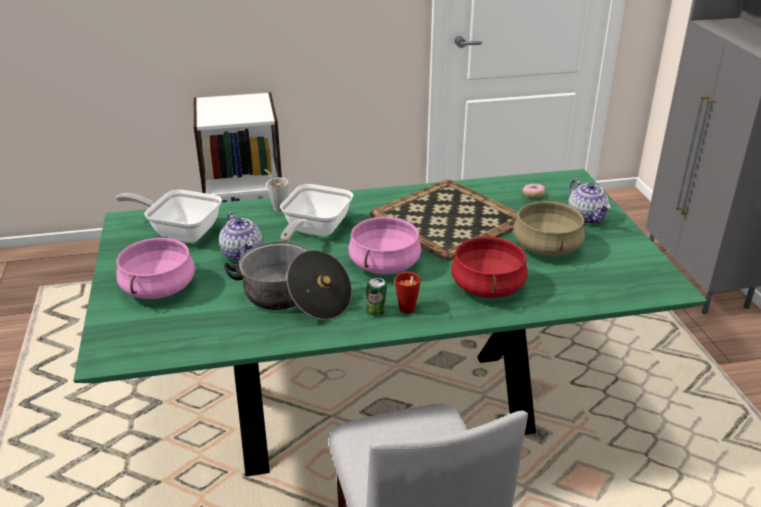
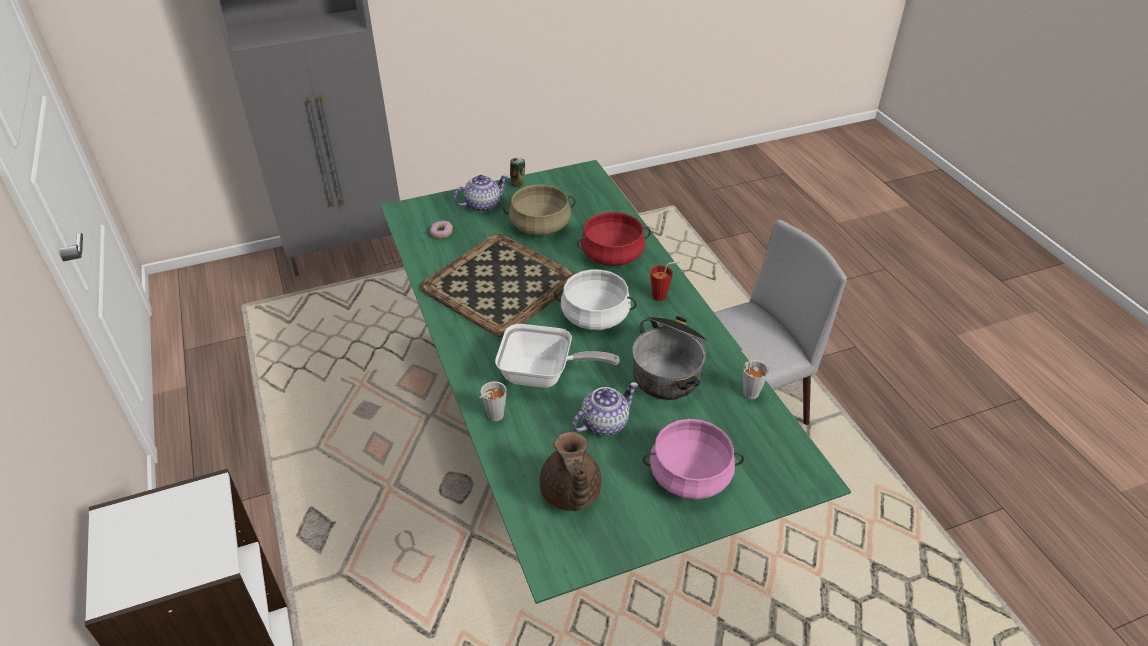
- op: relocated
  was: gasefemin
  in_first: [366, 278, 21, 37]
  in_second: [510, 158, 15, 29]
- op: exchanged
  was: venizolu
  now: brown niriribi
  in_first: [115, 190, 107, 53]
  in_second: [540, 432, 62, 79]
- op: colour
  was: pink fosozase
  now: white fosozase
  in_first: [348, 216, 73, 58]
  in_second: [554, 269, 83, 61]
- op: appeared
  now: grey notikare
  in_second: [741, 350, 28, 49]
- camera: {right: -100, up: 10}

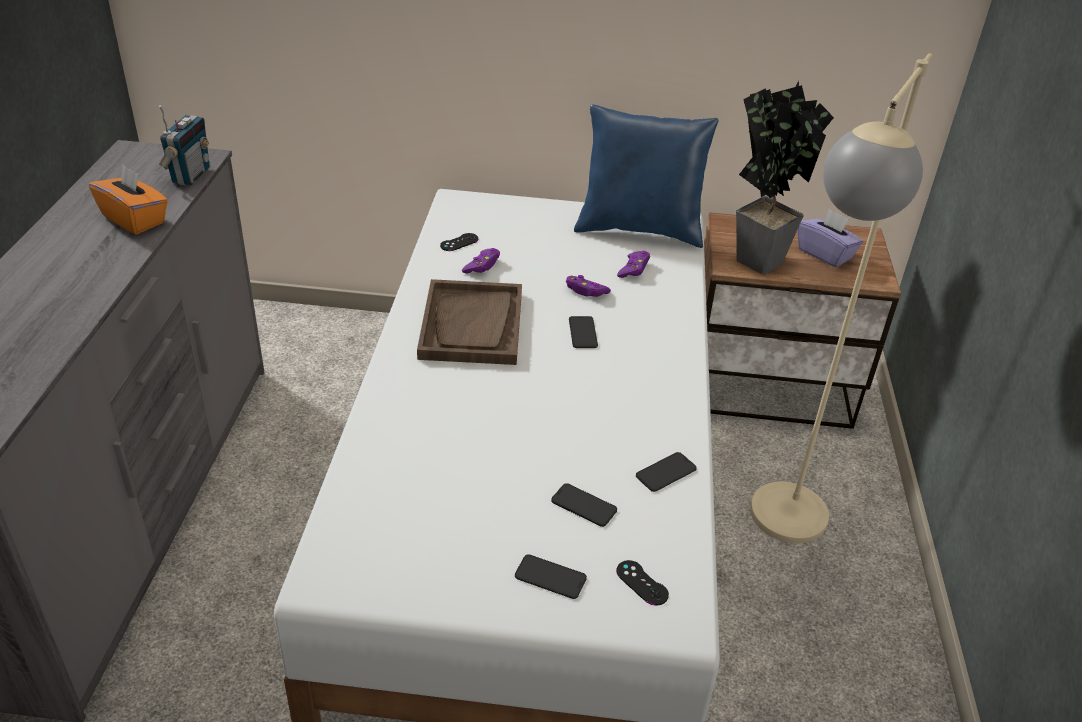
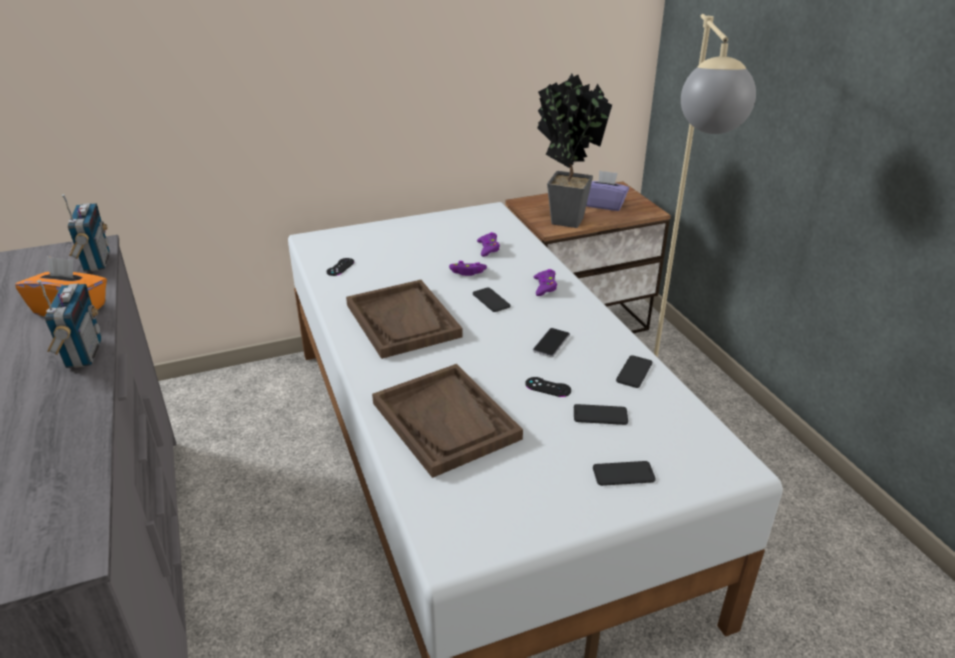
- op: appeared
  now: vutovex
  in_second: [37, 280, 64, 88]
- op: appeared
  now: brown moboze
  in_second: [372, 364, 151, 114]
- op: relocated
  was: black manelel
  in_first: [616, 560, 53, 46]
  in_second: [525, 377, 46, 20]
- op: appeared
  now: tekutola
  in_second: [533, 328, 37, 29]
- op: relocated
  was: purple manelel
  in_first: [462, 248, 38, 25]
  in_second: [534, 269, 23, 27]
- op: missing
  was: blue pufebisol
  in_first: [574, 104, 145, 144]
- camera: {right: -25, up: -5}

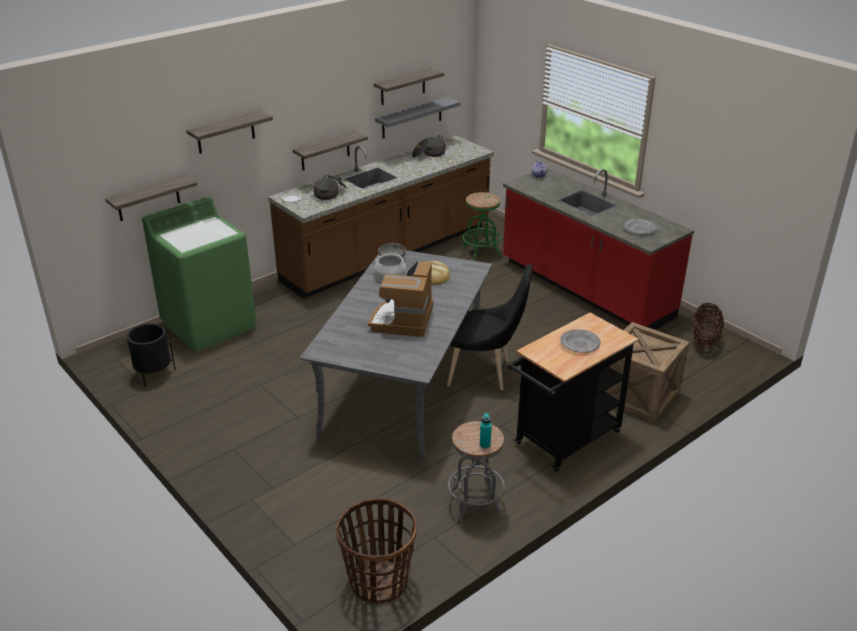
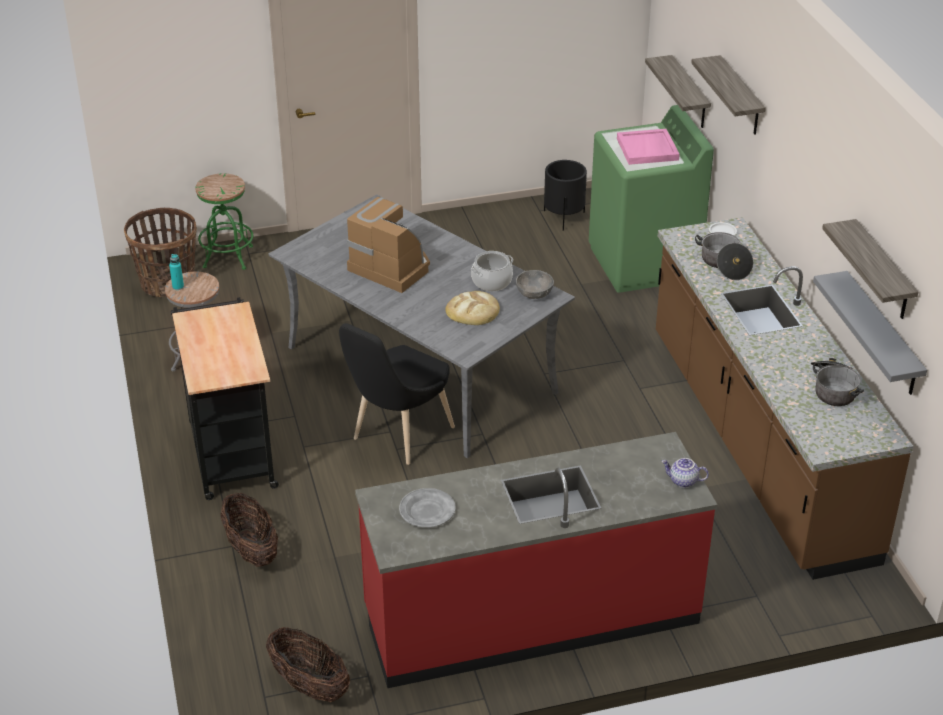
- op: relocated
  was: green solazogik
  in_first: [462, 192, 39, 69]
  in_second: [195, 173, 59, 97]
- op: exchanged
  was: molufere
  now: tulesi
  in_first: [605, 322, 84, 101]
  in_second: [221, 493, 57, 74]
- op: appeared
  now: pink moboze
  in_second: [617, 129, 63, 36]
- op: missing
  was: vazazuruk
  in_first: [293, 131, 75, 39]
- op: missing
  was: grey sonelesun
  in_first: [560, 329, 41, 24]
- camera: {right: 115, up: 5}

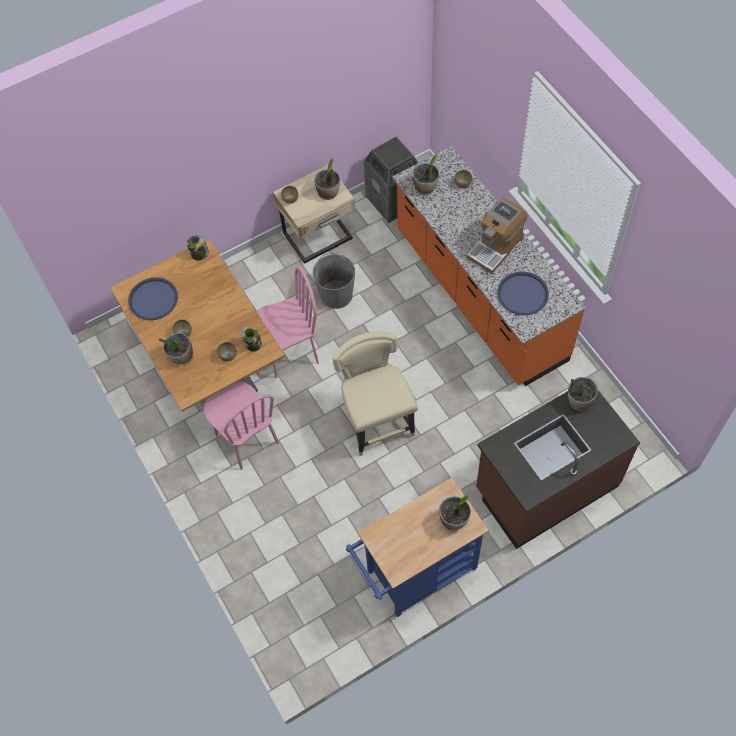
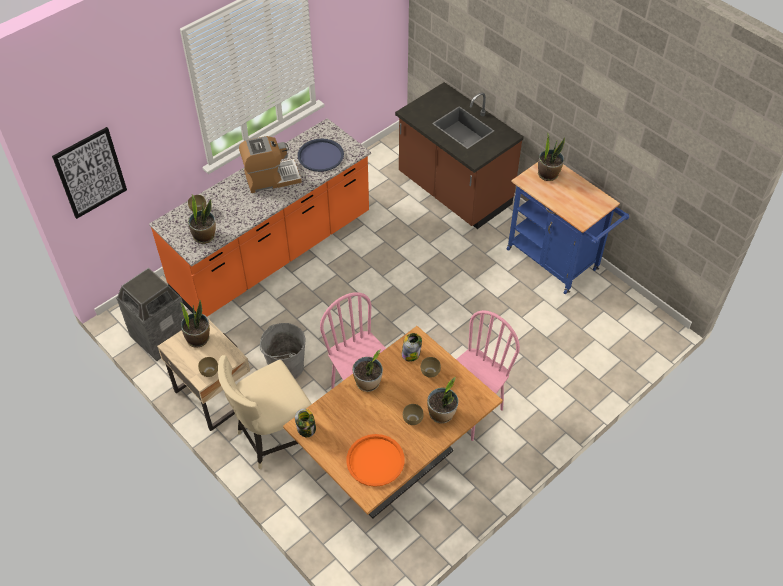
- op: appeared
  now: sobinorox
  in_second: [52, 127, 75, 92]
- op: relocated
  was: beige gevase
  in_first: [332, 332, 86, 124]
  in_second: [218, 355, 94, 114]
- op: spun
  was: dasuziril
  in_first: [466, 197, 62, 77]
  in_second: [239, 136, 63, 57]
  clockwise: -45
- op: colour
  was: blue moboze
  now: orange moboze
  in_first: [128, 277, 50, 43]
  in_second: [346, 434, 59, 53]
- op: relocated
  was: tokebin
  in_first: [568, 377, 30, 34]
  in_second: [352, 349, 31, 43]
- camera: {right: -105, up: -10}

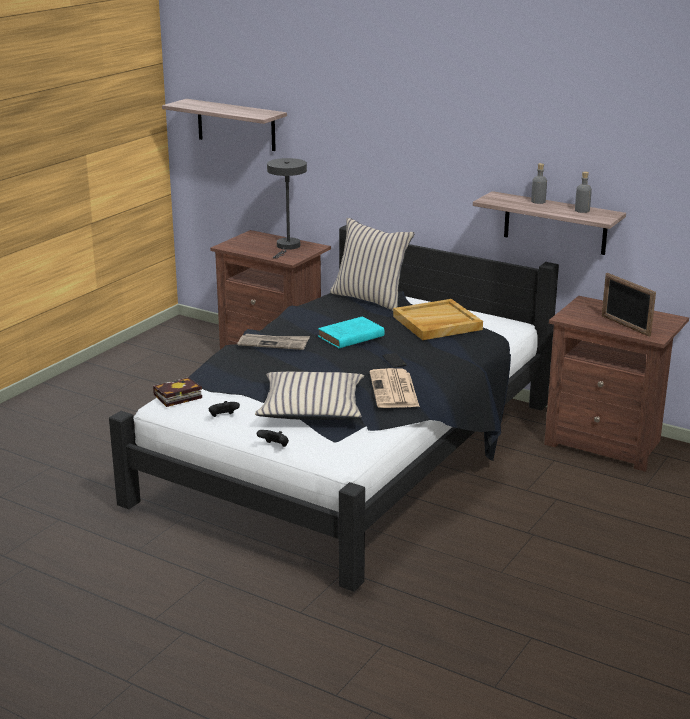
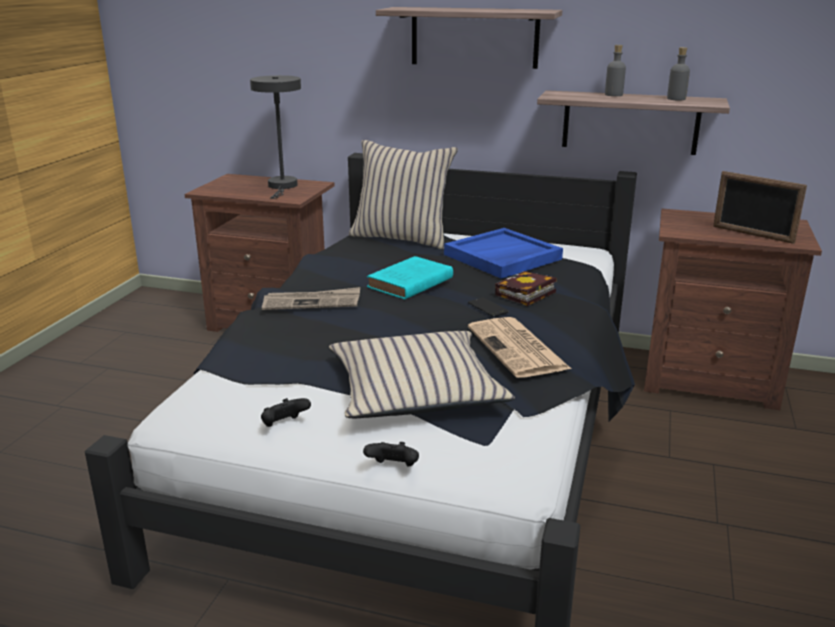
- op: relocated
  was: vazazuruk
  in_first: [162, 99, 125, 52]
  in_second: [376, 7, 186, 62]
- op: colour
  was: beige moboze
  now: blue moboze
  in_first: [393, 299, 90, 41]
  in_second: [444, 228, 119, 51]
- op: relocated
  was: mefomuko
  in_first: [153, 377, 49, 30]
  in_second: [495, 271, 61, 35]
- camera: {right: -15, up: 0}

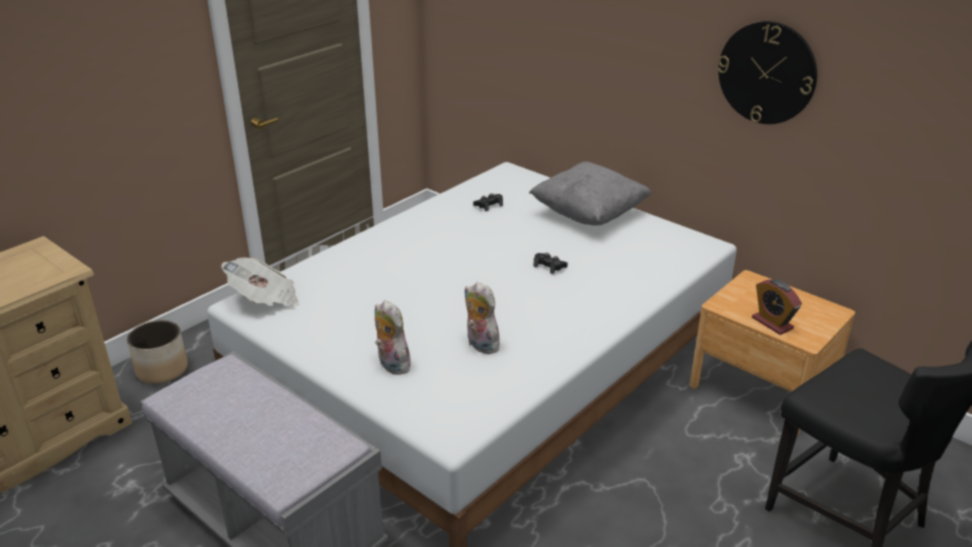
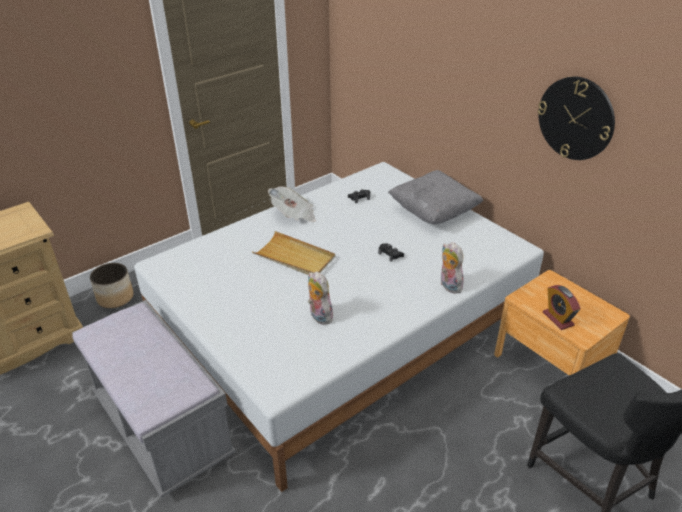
- op: appeared
  now: beige moboze
  in_second: [252, 231, 83, 44]
- op: relocated
  was: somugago
  in_first: [221, 258, 78, 48]
  in_second: [268, 186, 48, 36]
- op: relocated
  was: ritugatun
  in_first: [375, 300, 36, 75]
  in_second: [441, 242, 22, 52]
- camera: {right: 10, up: 5}

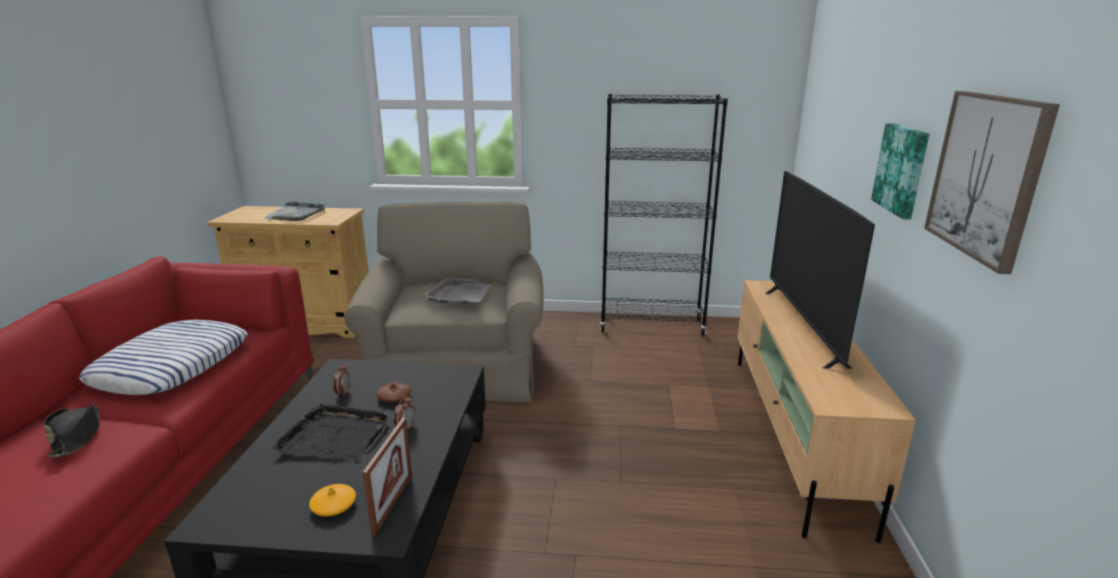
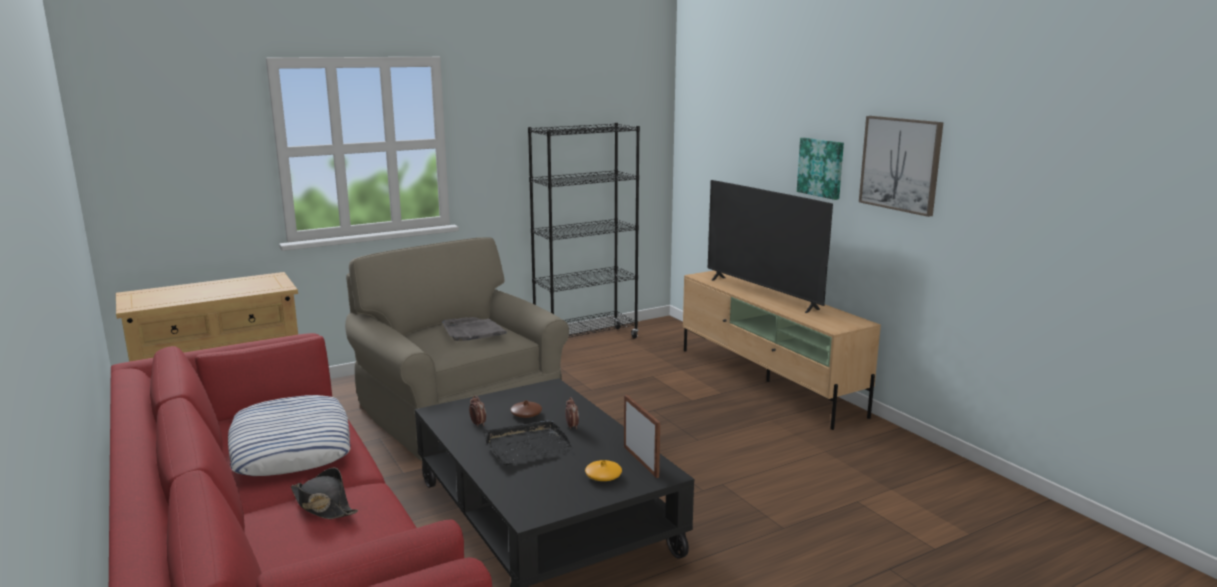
- op: missing
  was: grey moboze
  in_first: [263, 201, 64, 20]
- camera: {right: -35, up: -5}

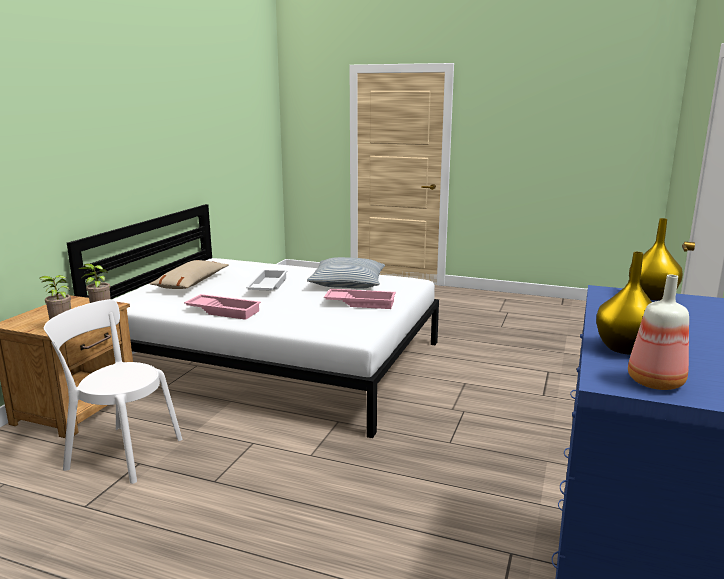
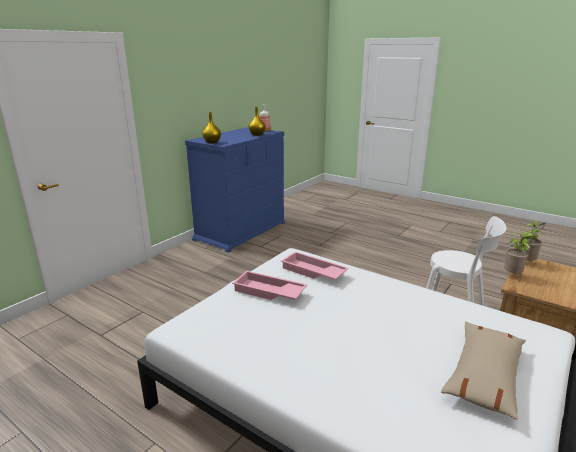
- op: relocated
  was: pink moboze
  in_first: [184, 294, 77, 26]
  in_second: [281, 251, 68, 29]
- op: missing
  was: white moboze
  in_first: [246, 270, 42, 21]
- op: missing
  was: pufebisol
  in_first: [307, 257, 78, 32]
- camera: {right: -165, up: 5}

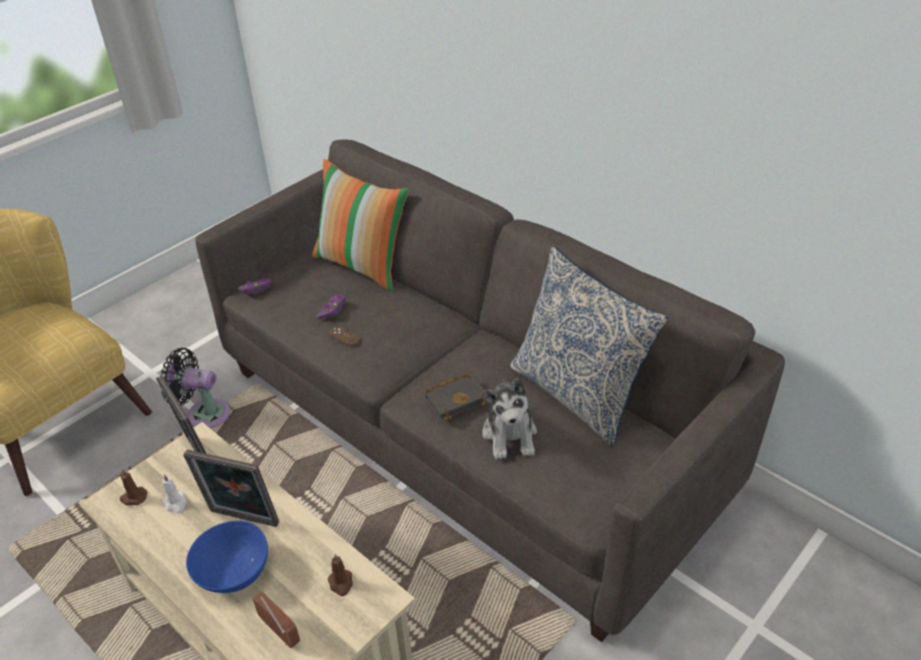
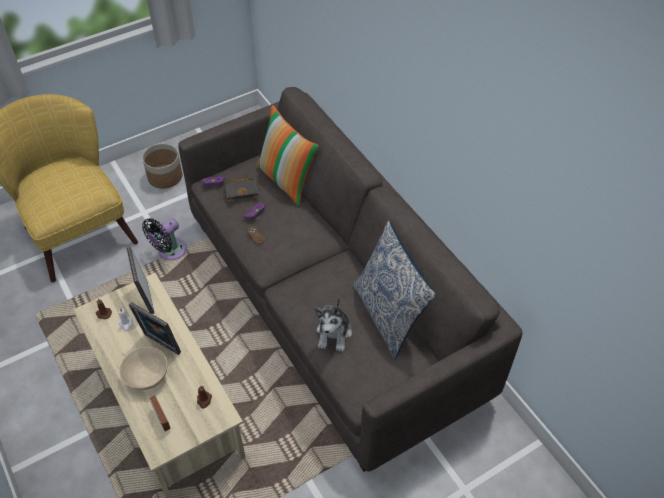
- op: colour
  was: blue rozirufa
  now: beige rozirufa
  in_first: [186, 521, 82, 72]
  in_second: [120, 347, 48, 43]
- op: appeared
  now: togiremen
  in_second: [142, 143, 41, 46]
- op: spun
  was: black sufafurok
  in_first: [160, 348, 70, 81]
  in_second: [142, 218, 45, 42]
  clockwise: -75
- op: relocated
  was: black mefomuko
  in_first: [425, 374, 64, 48]
  in_second: [225, 178, 34, 24]
- camera: {right: 15, up: 10}

